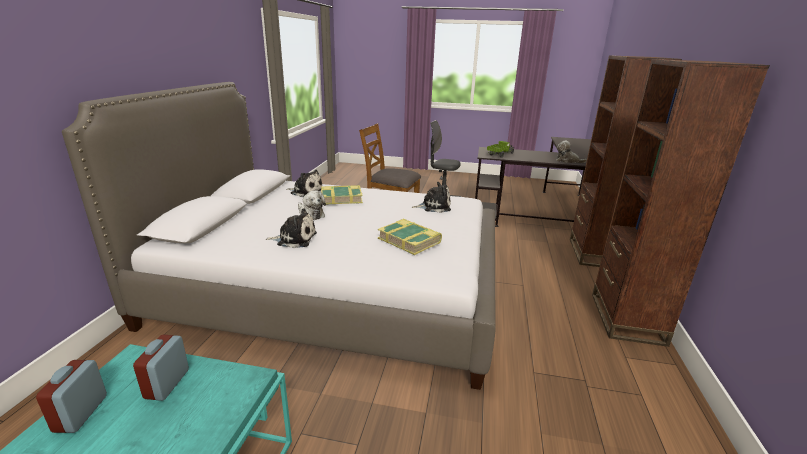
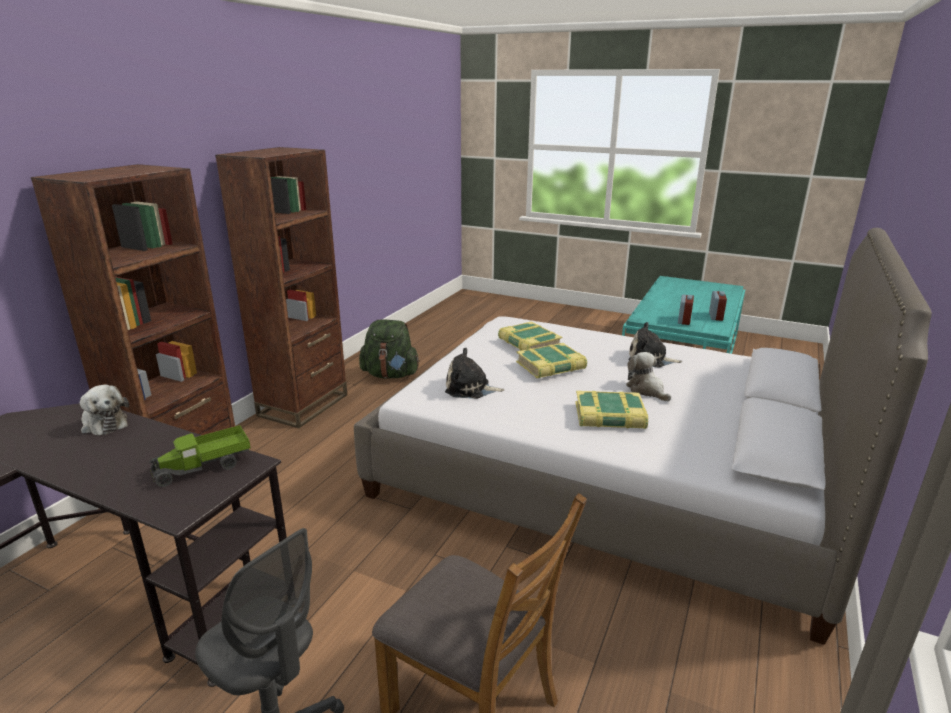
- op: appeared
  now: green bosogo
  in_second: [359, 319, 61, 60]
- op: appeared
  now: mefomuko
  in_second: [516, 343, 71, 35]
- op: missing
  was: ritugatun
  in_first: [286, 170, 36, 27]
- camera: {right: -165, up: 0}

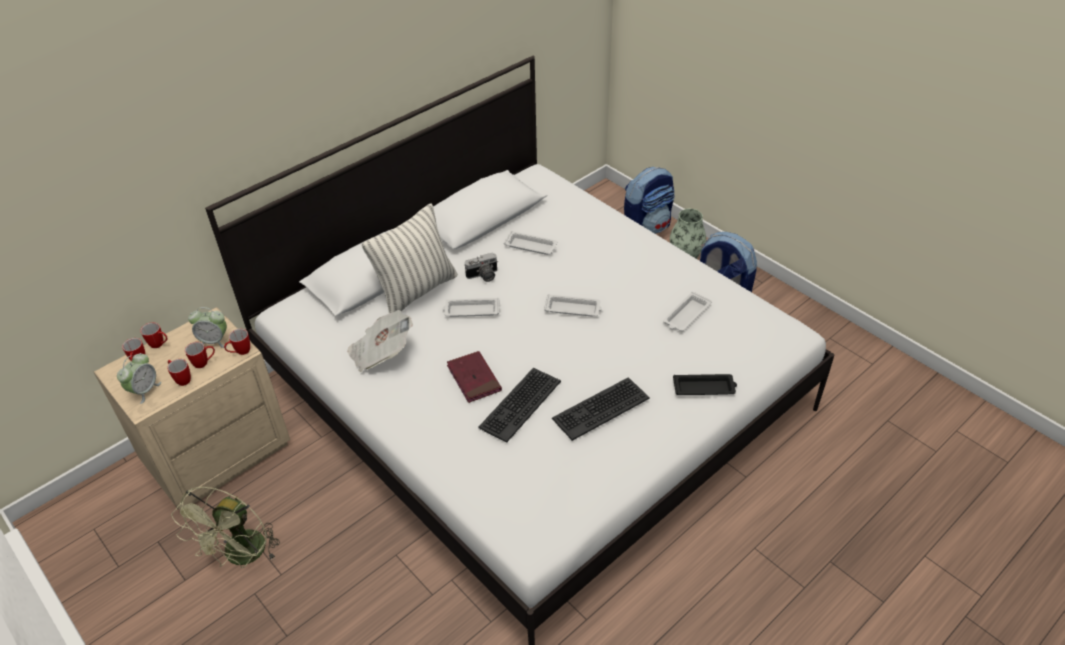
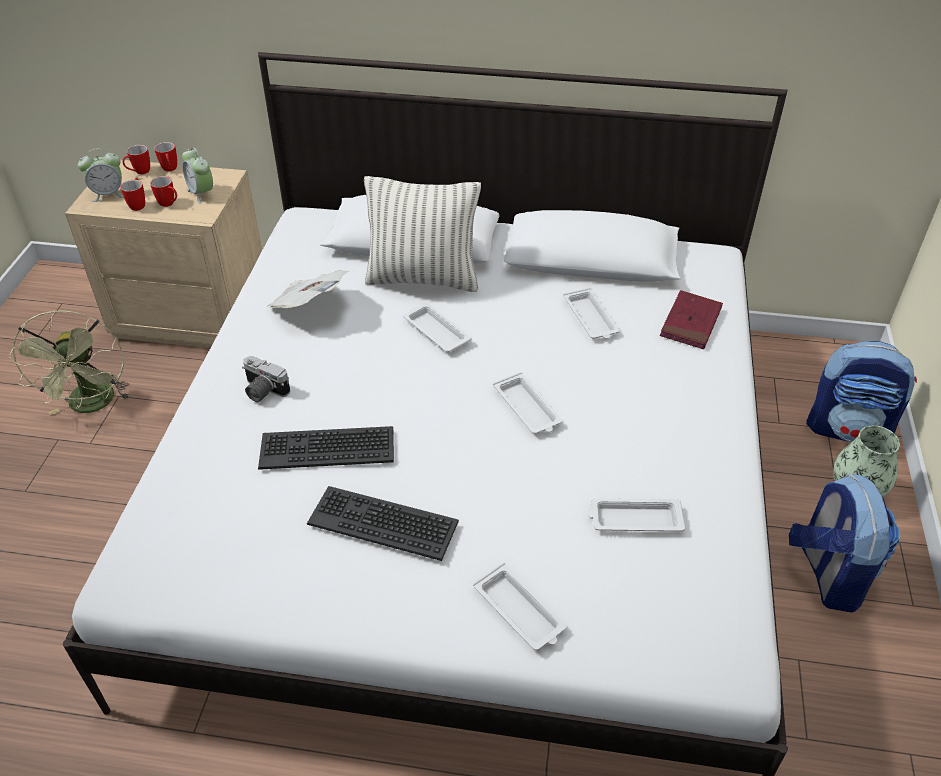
- op: spun
  was: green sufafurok
  in_first: [171, 487, 109, 81]
  in_second: [8, 310, 123, 105]
  clockwise: -75
- op: relocated
  was: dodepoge
  in_first: [465, 253, 33, 29]
  in_second: [242, 356, 48, 46]
- op: colour
  was: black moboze
  now: white moboze
  in_first: [673, 374, 64, 21]
  in_second: [473, 562, 93, 88]
- op: relocated
  was: red mefomuko
  in_first: [447, 351, 55, 52]
  in_second: [660, 290, 63, 59]
- op: missing
  was: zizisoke
  in_first: [224, 329, 26, 26]
- camera: {right: 50, up: 0}

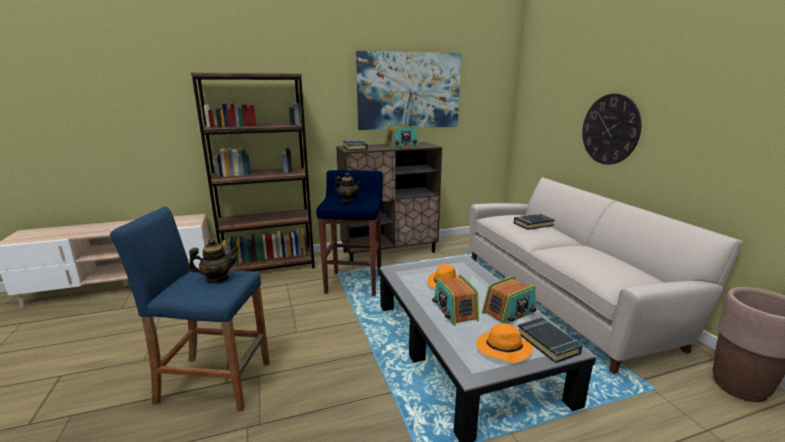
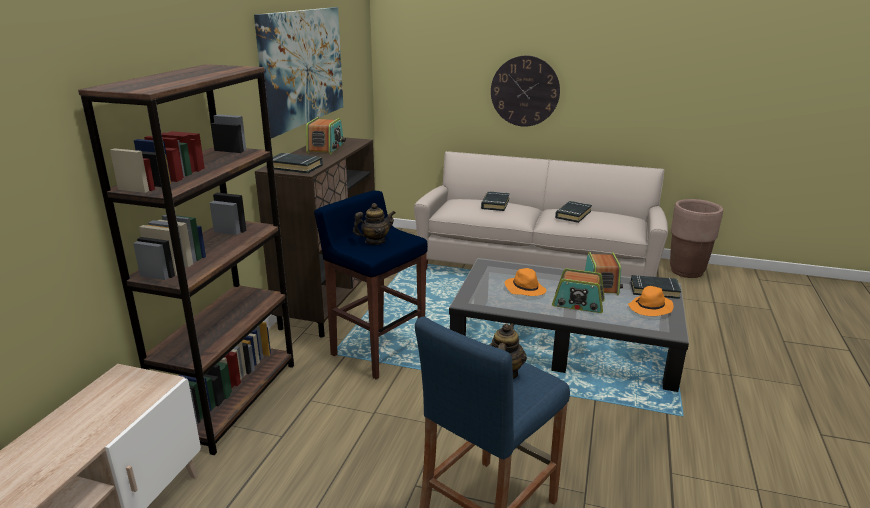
- op: appeared
  now: black mefomuko
  in_second: [555, 201, 37, 22]
- camera: {right: -55, up: 5}

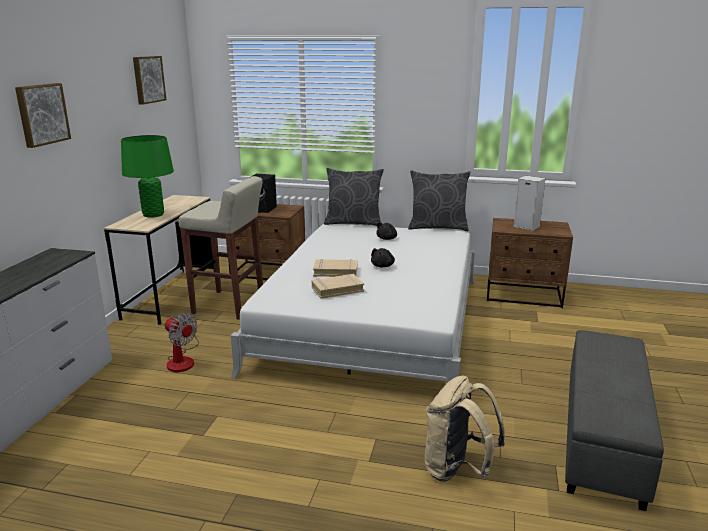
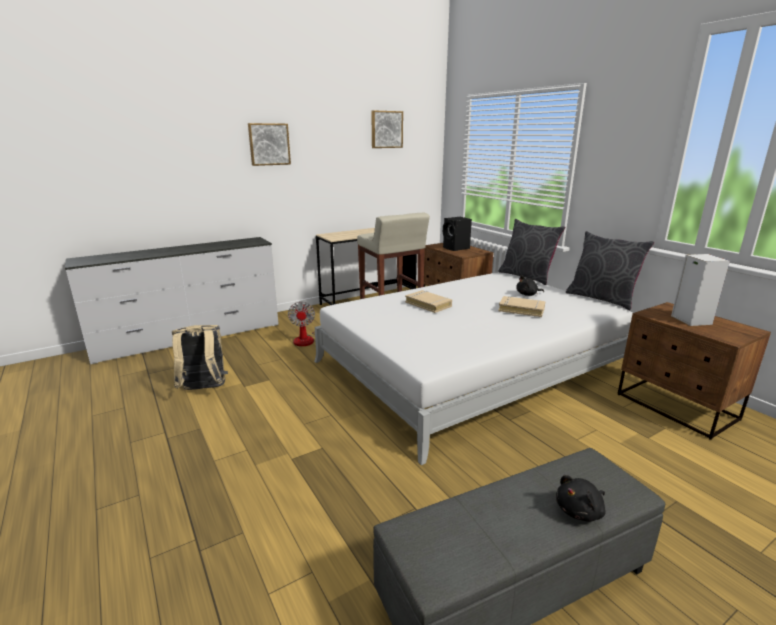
- op: relocated
  was: beige bosogo
  in_first: [425, 376, 80, 106]
  in_second: [172, 325, 56, 65]
- op: relocated
  was: beige mefomuko
  in_first: [312, 274, 52, 25]
  in_second: [498, 296, 47, 21]
- op: relocated
  was: black ritugatun
  in_first: [371, 248, 24, 19]
  in_second: [556, 475, 50, 47]
- op: missing
  was: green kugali
  in_first: [121, 135, 53, 83]
- camera: {right: 45, up: 0}

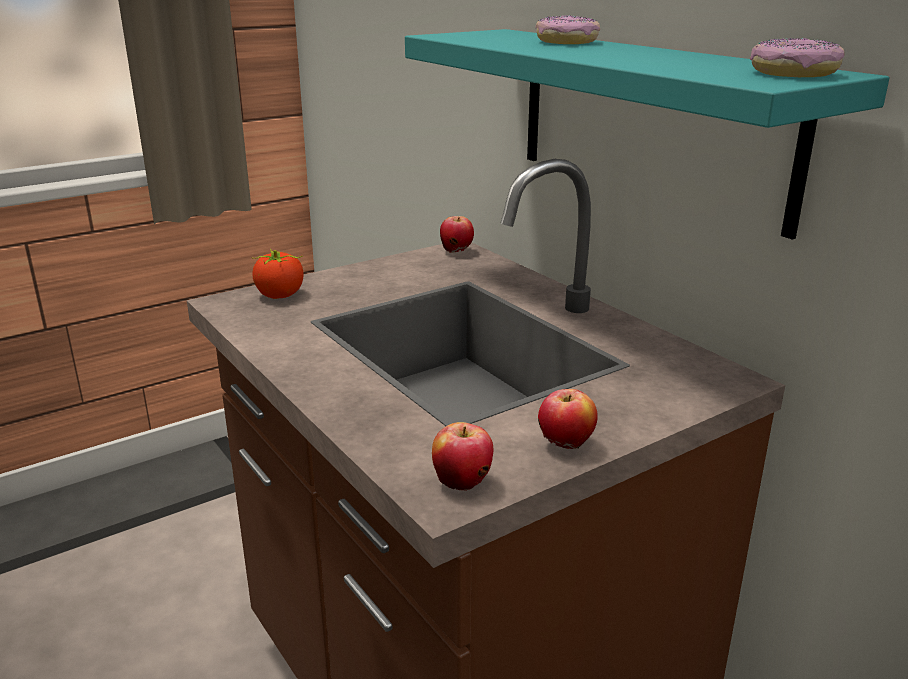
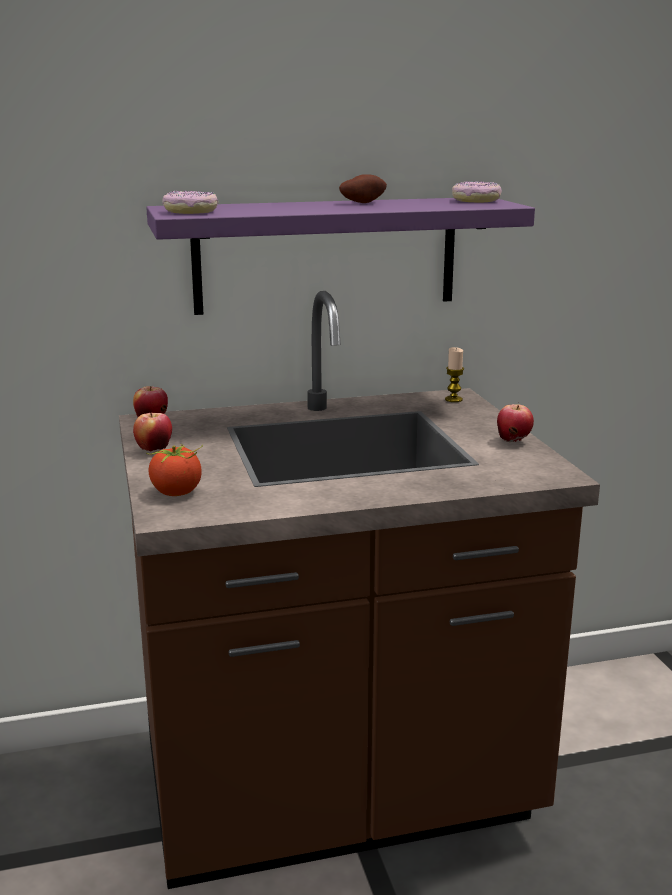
- op: relocated
  was: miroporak
  in_first: [432, 422, 61, 69]
  in_second: [133, 413, 39, 39]
- op: colour
  was: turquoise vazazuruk
  now: purple vazazuruk
  in_first: [405, 29, 484, 211]
  in_second: [146, 198, 389, 117]
- op: relocated
  was: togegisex
  in_first: [535, 15, 65, 29]
  in_second: [162, 191, 56, 23]
- op: appeared
  now: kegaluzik
  in_second: [339, 174, 48, 29]
- op: appeared
  now: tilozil
  in_second: [445, 347, 19, 55]
- camera: {right: -70, up: -5}

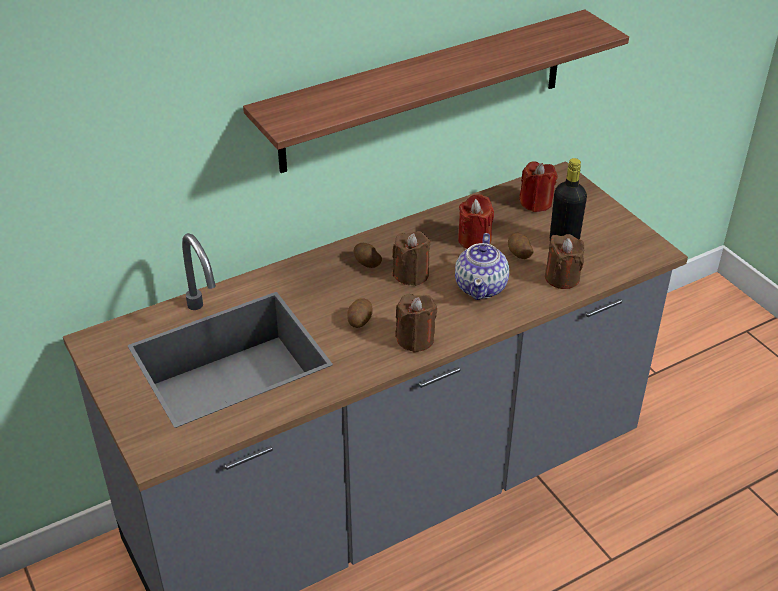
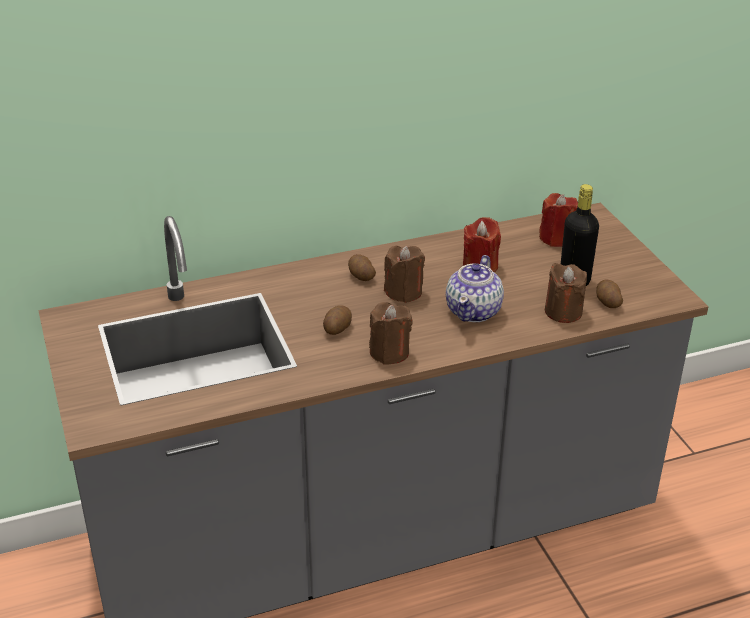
- op: relocated
  was: kegaluzik
  in_first: [508, 233, 26, 26]
  in_second: [596, 279, 27, 29]
- op: missing
  was: vazazuruk
  in_first: [243, 9, 386, 164]
- camera: {right: 10, up: -5}

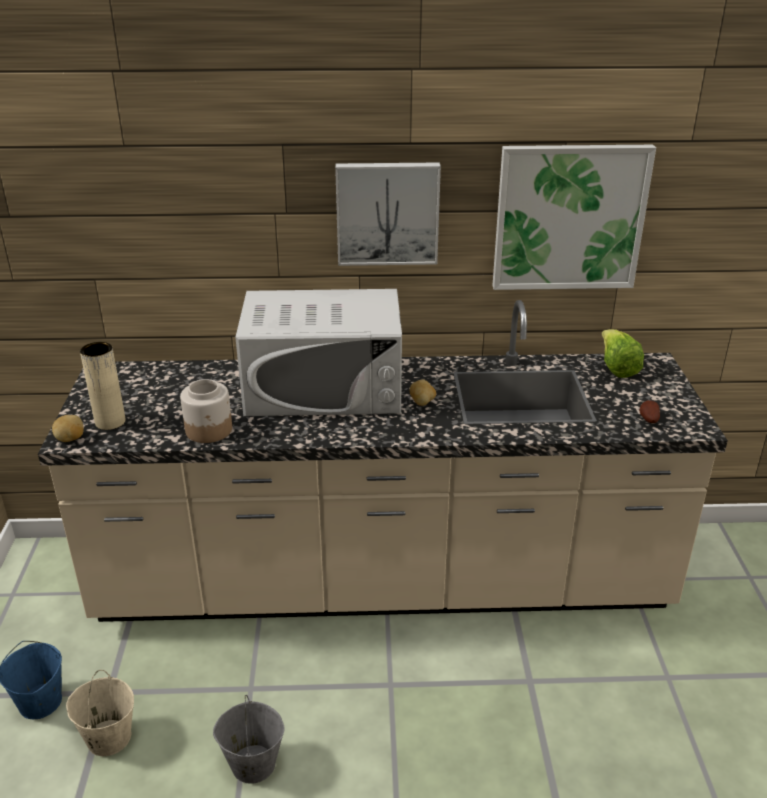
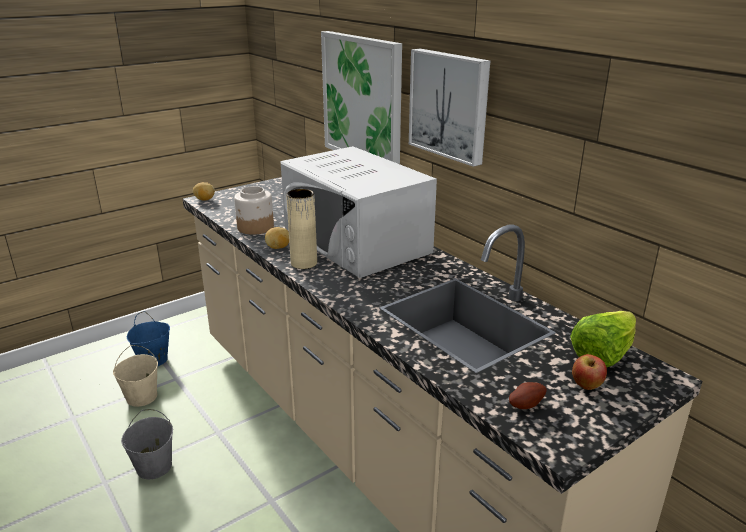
- op: relocated
  was: kegaluzik
  in_first: [410, 380, 26, 26]
  in_second: [265, 227, 24, 22]
- op: relocated
  was: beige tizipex
  in_first: [80, 342, 46, 88]
  in_second: [286, 189, 31, 80]
- op: relocated
  was: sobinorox
  in_first: [492, 145, 164, 145]
  in_second: [321, 31, 81, 133]
- op: appeared
  now: miroporak
  in_second: [572, 354, 35, 36]
- camera: {right: 55, up: -5}

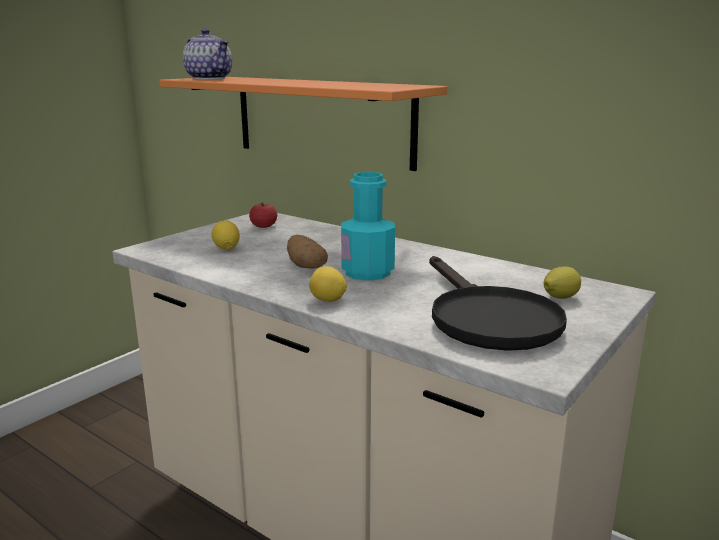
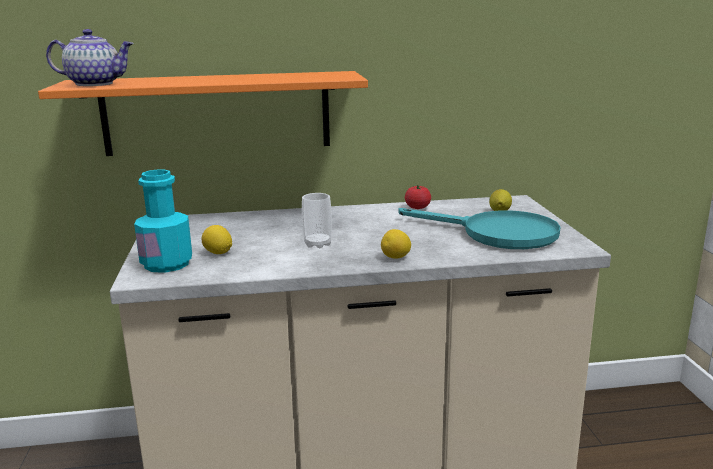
- op: relocated
  was: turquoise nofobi
  in_first: [341, 172, 54, 109]
  in_second: [134, 169, 58, 104]
- op: exchanged
  was: kegaluzik
  now: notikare
  in_first: [287, 235, 41, 34]
  in_second: [302, 193, 30, 55]
- op: colour
  was: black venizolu
  now: turquoise venizolu
  in_first: [429, 256, 138, 95]
  in_second: [398, 208, 162, 41]
- op: relocated
  was: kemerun
  in_first: [249, 202, 28, 26]
  in_second: [405, 185, 26, 24]
- camera: {right: -45, up: 0}

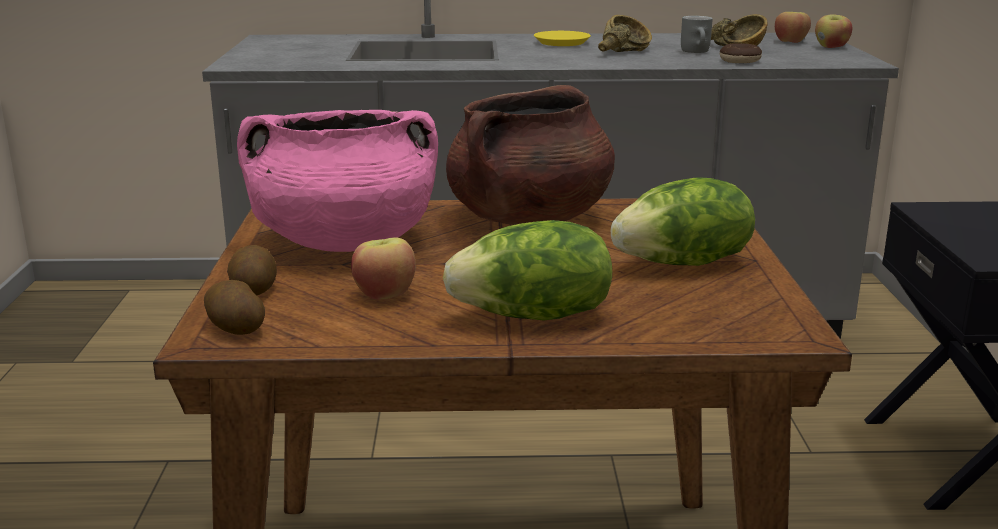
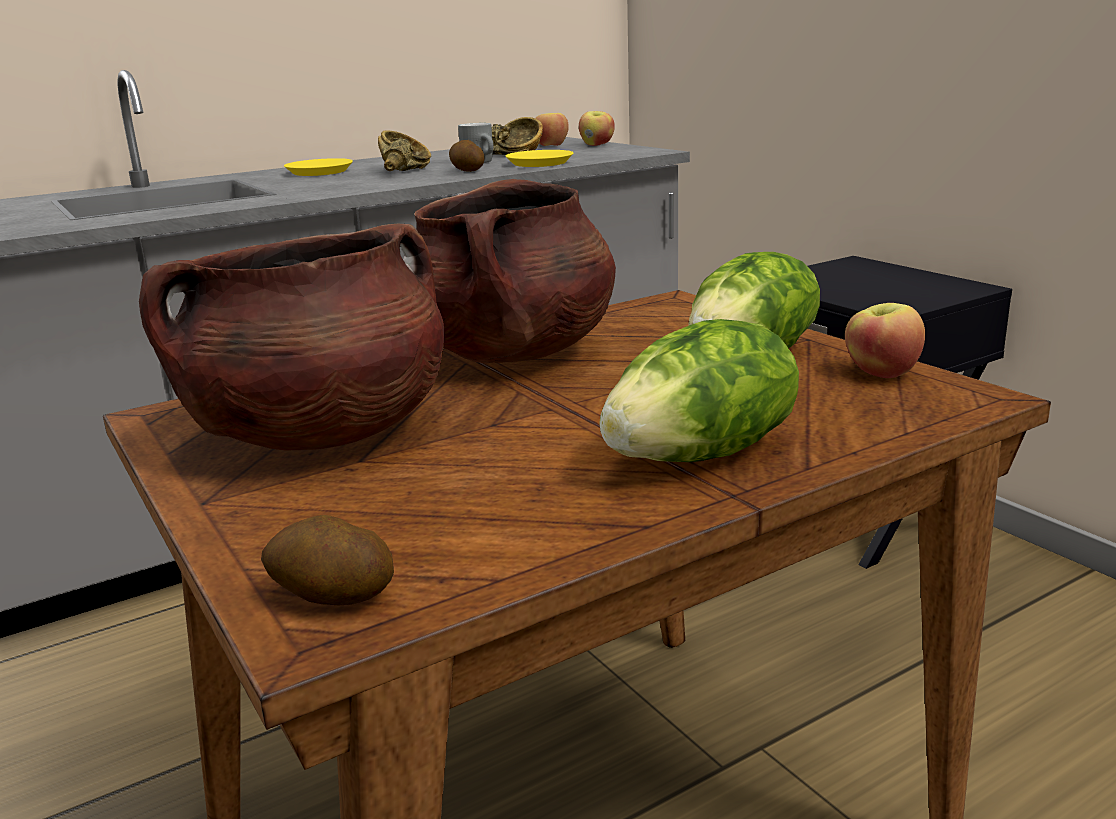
- op: colour
  was: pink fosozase
  now: brown fosozase
  in_first: [237, 110, 201, 142]
  in_second: [139, 224, 306, 227]
- op: relocated
  was: kegaluzik
  in_first: [227, 245, 50, 50]
  in_second: [449, 140, 36, 32]
- op: exchanged
  was: togegisex
  now: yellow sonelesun
  in_first: [720, 43, 42, 20]
  in_second: [506, 150, 67, 17]
- op: relocated
  was: miroporak
  in_first: [351, 237, 65, 63]
  in_second: [845, 303, 80, 75]
- camera: {right: -30, up: 0}

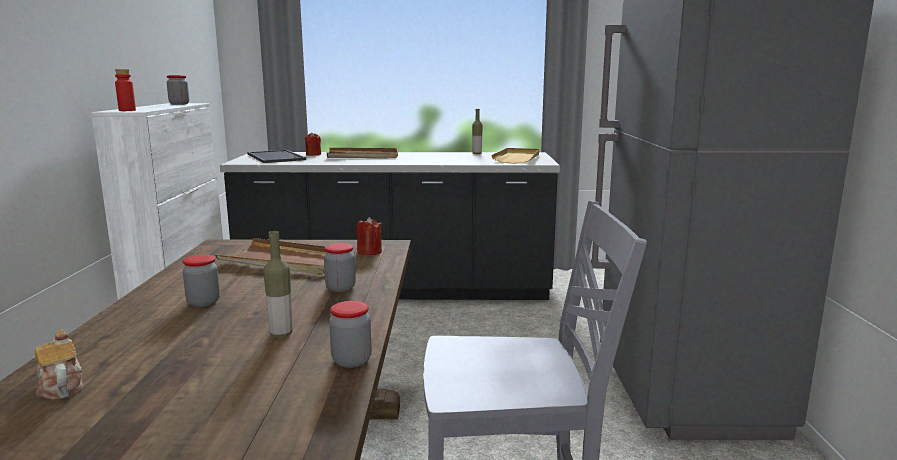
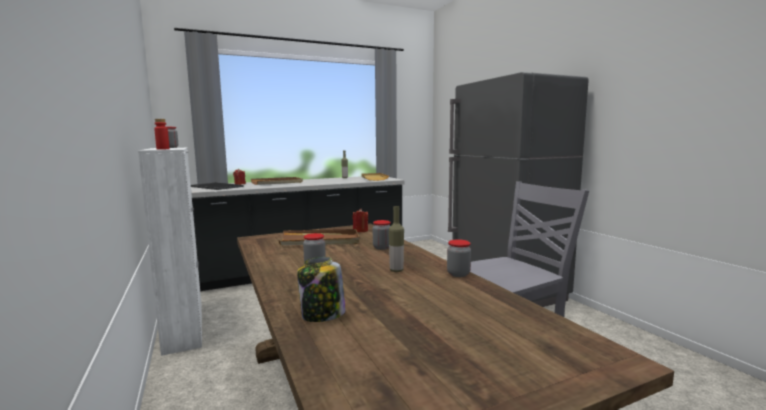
- op: exchanged
  was: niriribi
  now: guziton
  in_first: [35, 330, 48, 69]
  in_second: [297, 257, 49, 65]
- camera: {right: -25, up: -5}

